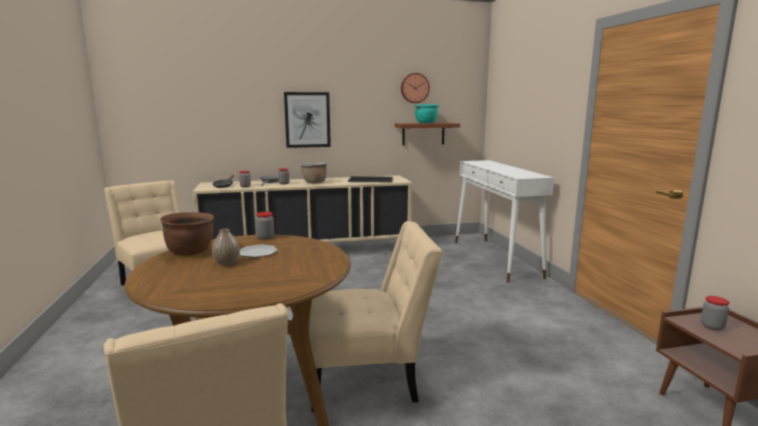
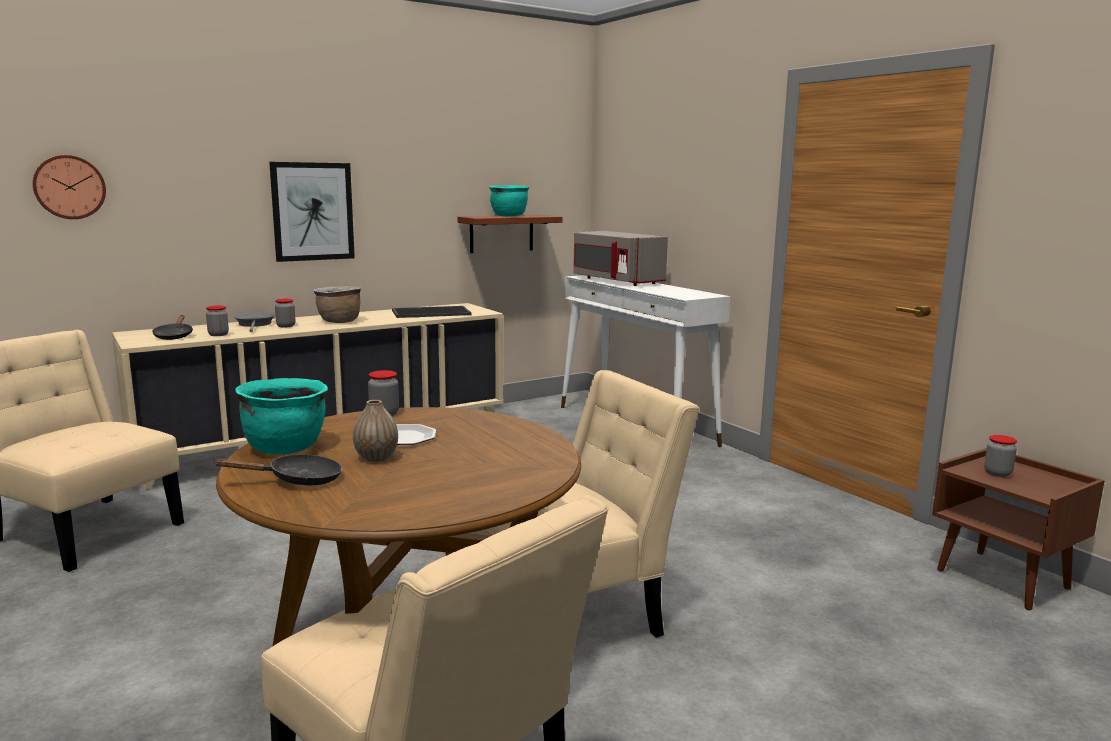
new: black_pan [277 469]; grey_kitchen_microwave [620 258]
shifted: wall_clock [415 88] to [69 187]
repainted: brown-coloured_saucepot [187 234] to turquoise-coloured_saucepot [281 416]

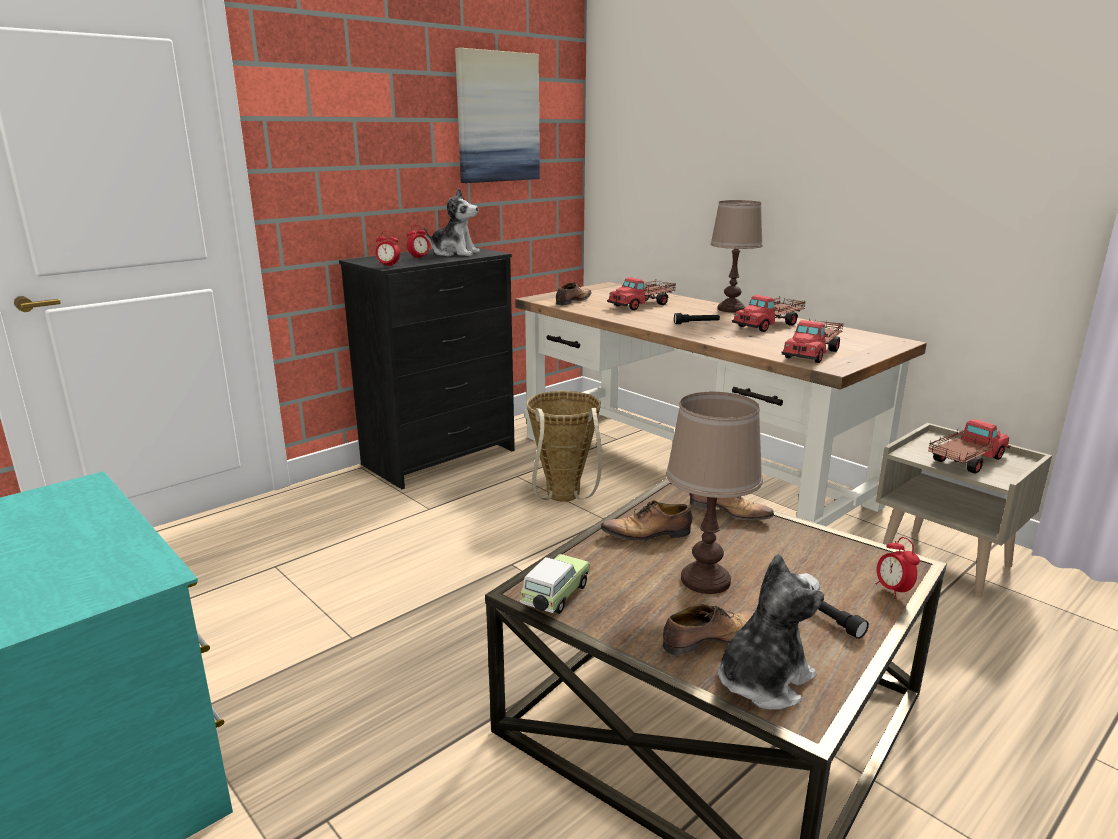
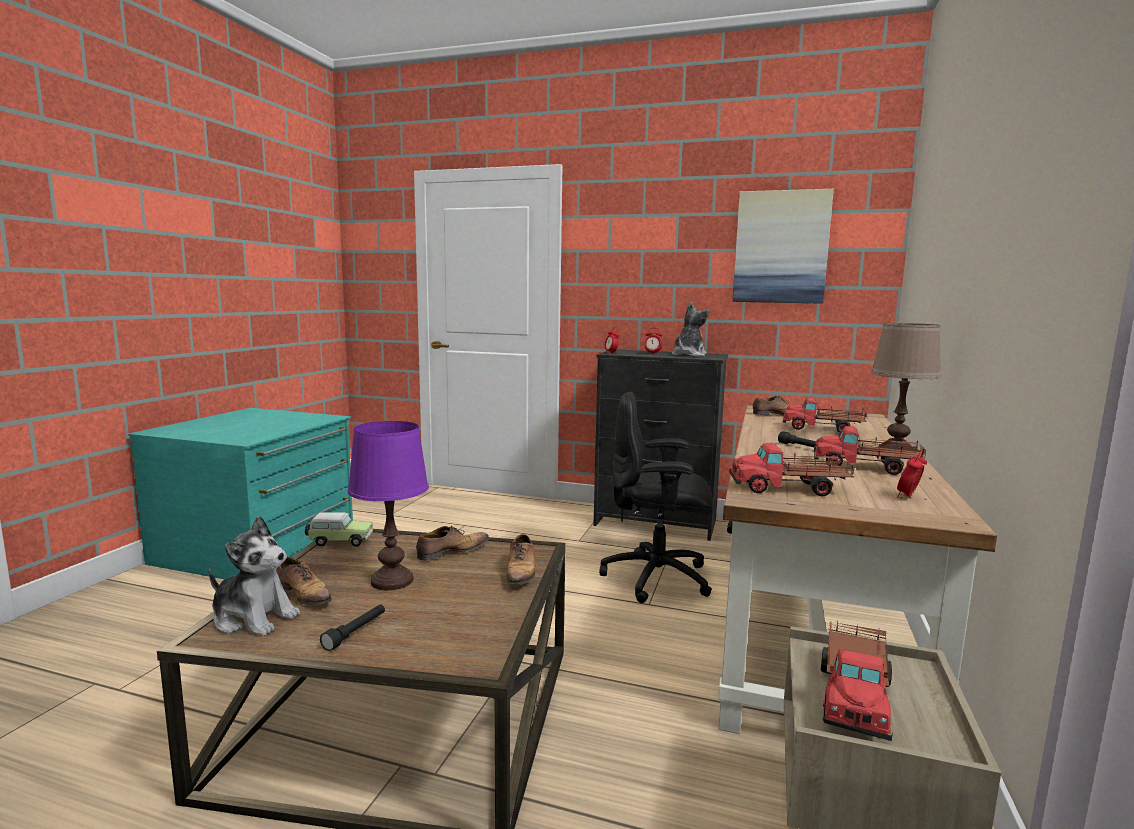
shifted: alarm_clock [898 568] to [912 474]
swapped: storage_basket [564 446] to black_desk_chair [656 497]
repainted: brown-coloured_lamp_for_a_table [714 493] to purple-coloured_lamp_for_a_table [388 505]
rotated: item_of_footwear [646 520] = [452 543] 90 degrees clockwise; cuddly_toy [451 222] = [691 329] 135 degrees counterclockwise; model_truck [969 446] = [857 681] 90 degrees clockwise

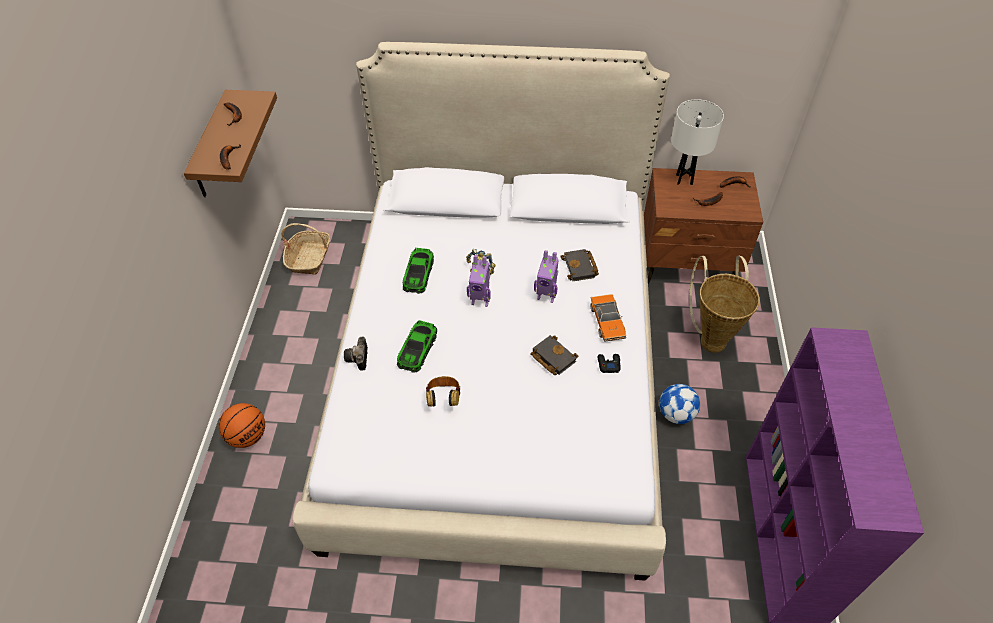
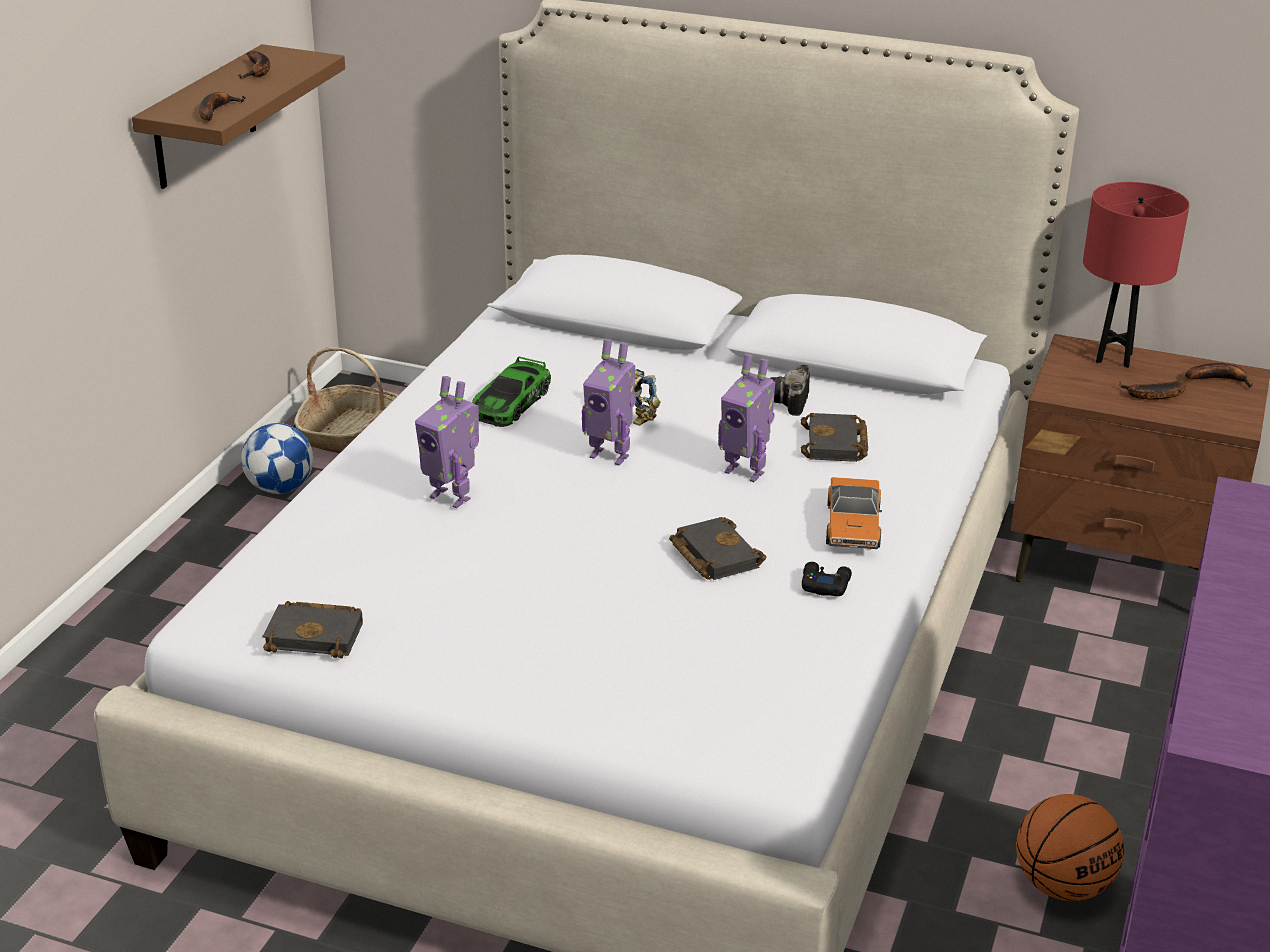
gone: headphones [443 391]; storage_basket [724 304]
new: black_volume [312 629]
shifted: ball_for_football [679 404] to [277 458]; photo_camera [356 354] to [790 390]; basketball_ball [242 425] to [1070 847]
swapped: model_car [417 346] to model_robot [447 442]
repainted: white_lamp_for_a_table [697 142] to red_lamp_for_a_table [1136 275]

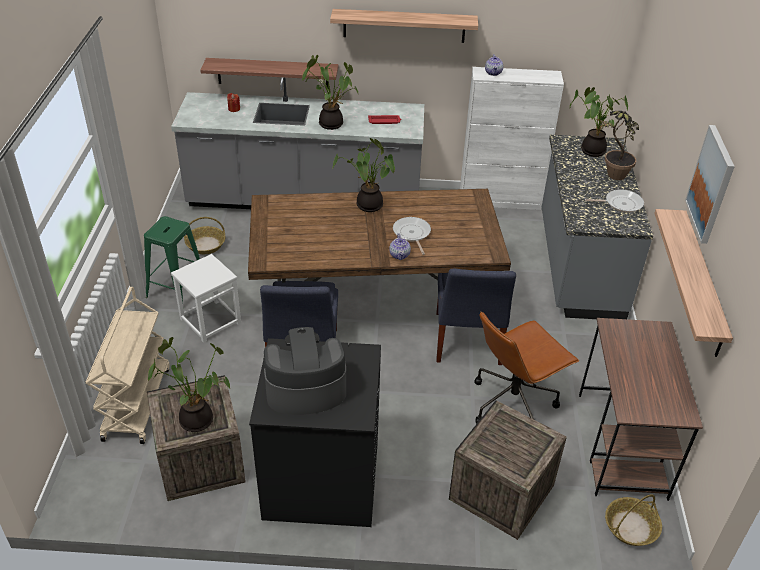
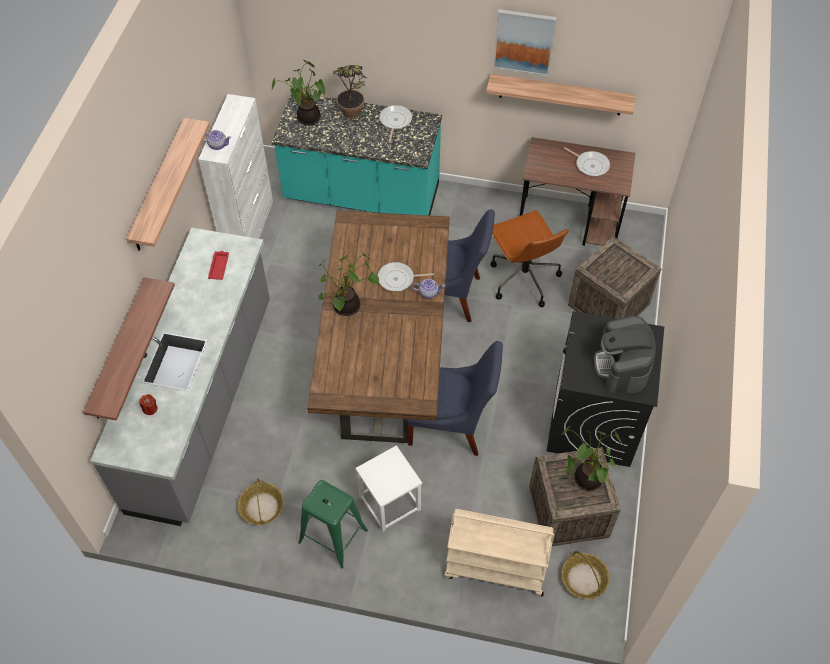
gone: plant_in_a_pot [330 92]
new: pan [587 161]
shifted: storage_basket [633 520] to [585 575]
repainted: grey_counter [597 227] to turquoise-coloured_counter [357 154]

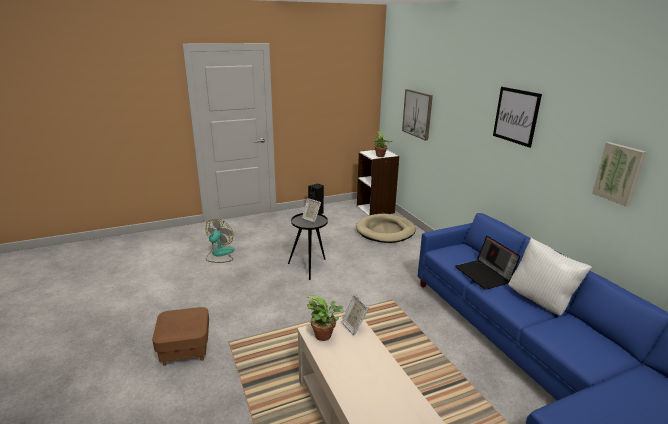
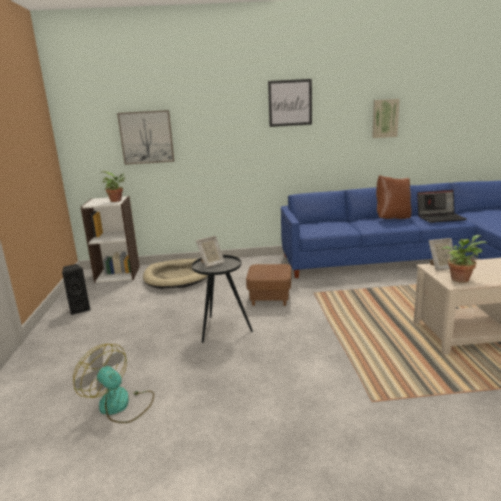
shifted: brown-coloured_footrest [180 336] to [269 285]; laptop [487 263] to [442 206]
repainted: white_throw_pillow [550 277] to brown-coloured_throw_pillow [394 197]

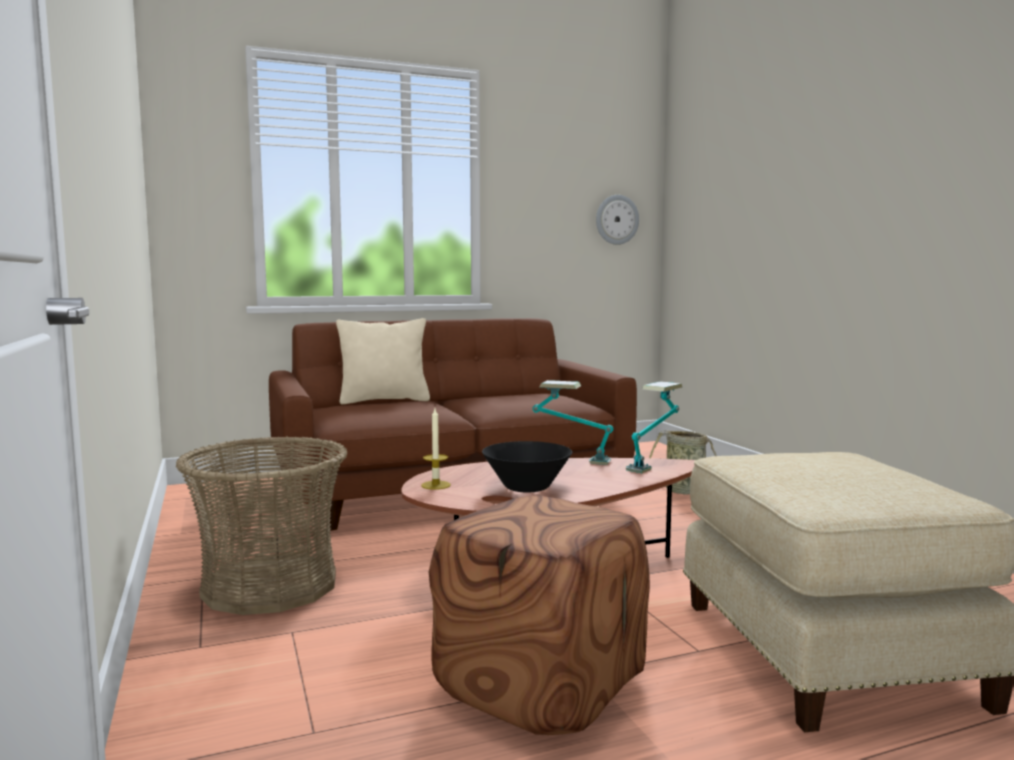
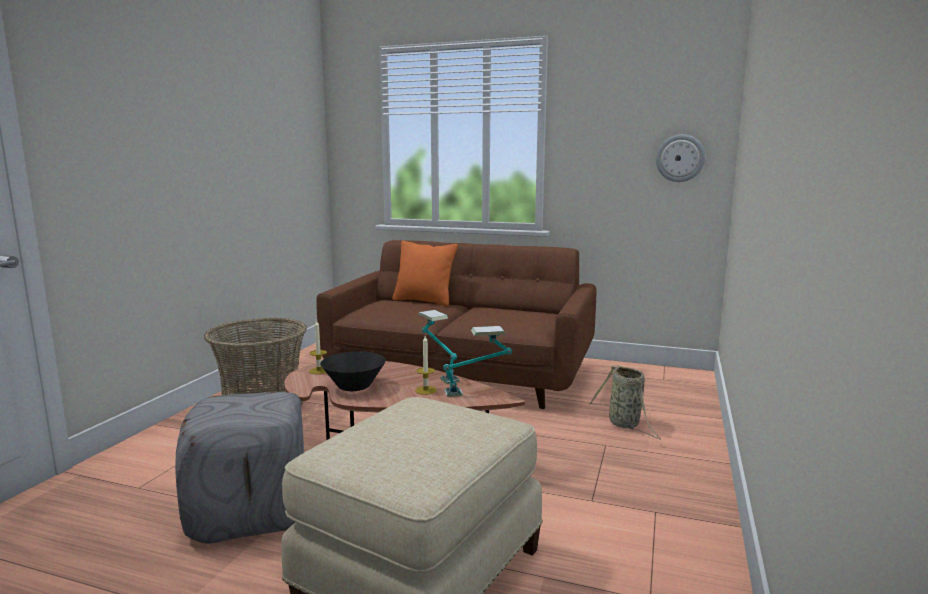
new: wax_light [426 365]
repainted: brown-coloured_footrest [539 615] to grey_footrest [239 468]; sand-coloured_throw_pillow [383 361] to orangey_throw_pillow [425 273]

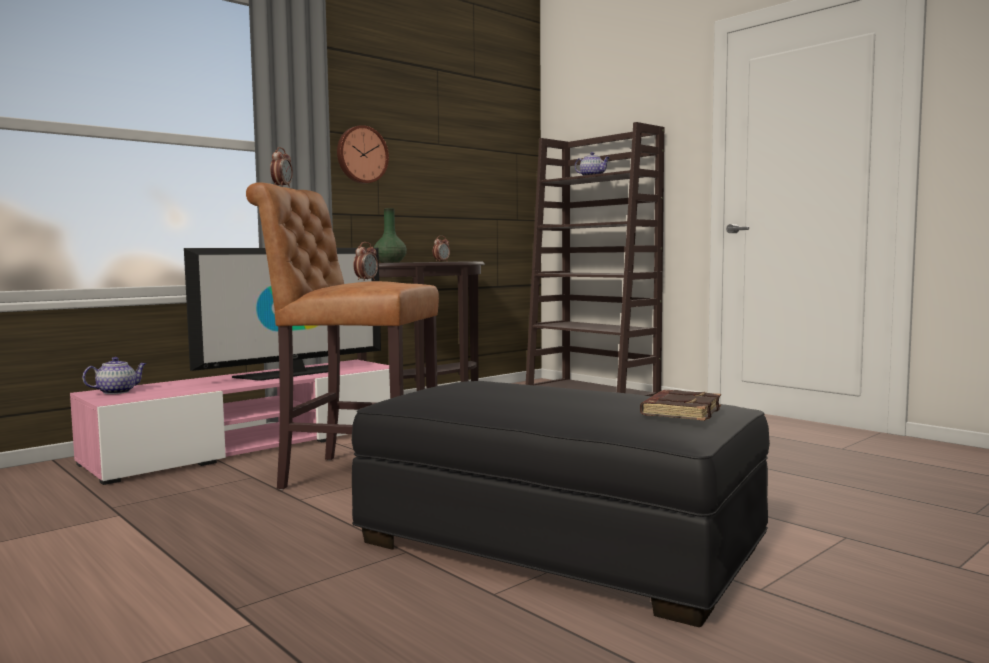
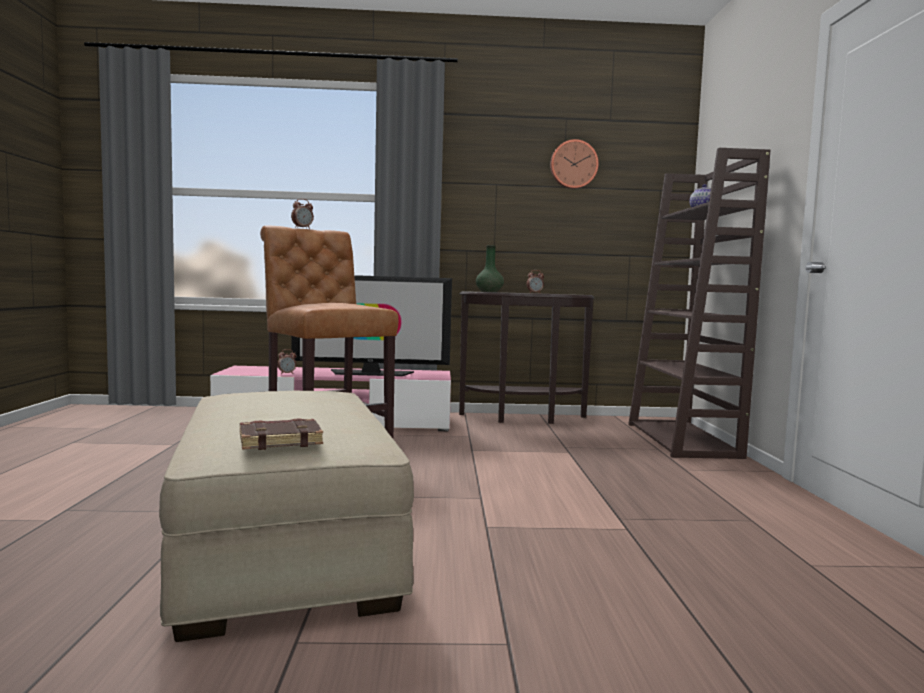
gone: pot_for_tea [115 375]
shifted: alarm_clock [365 261] to [287 361]; wall_clock [363 154] to [574 164]
repainted: black_footrest [561 504] to sand-coloured_footrest [286 516]

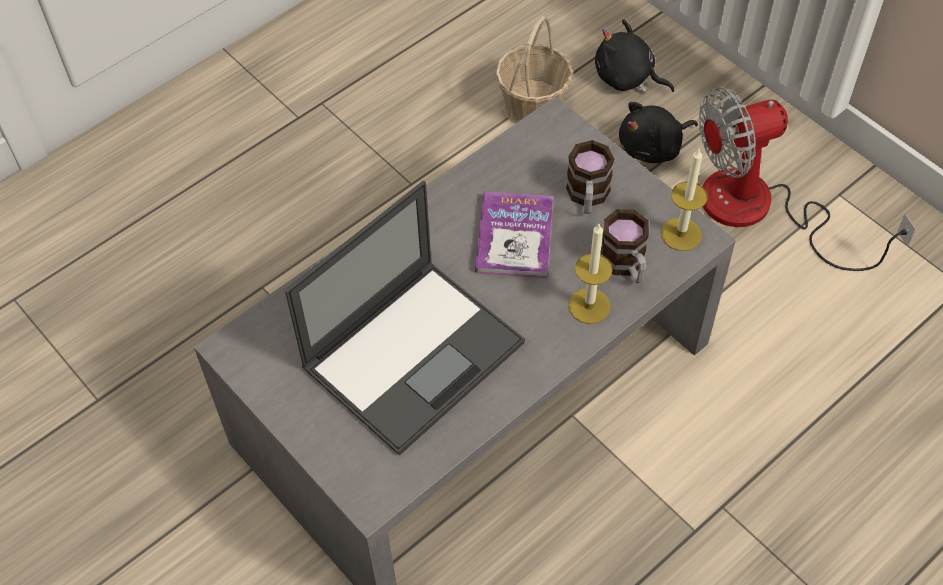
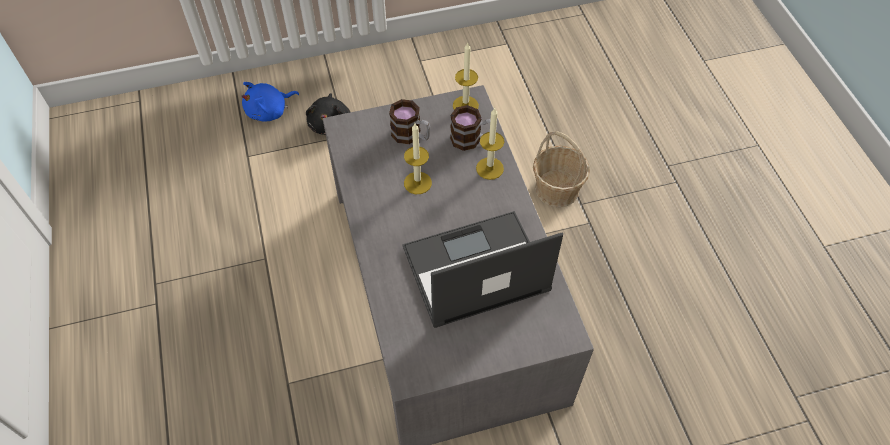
gone: fan [807 178]
shifted: storage_basket [534 70] to [561 169]
swapped: volume [514 234] to wax_light [418 158]
repainted: black_cuddly_toy [634 56] to bluish_cuddly_toy [270 102]
rotated: laptop [405 318] = [482 269] 90 degrees counterclockwise

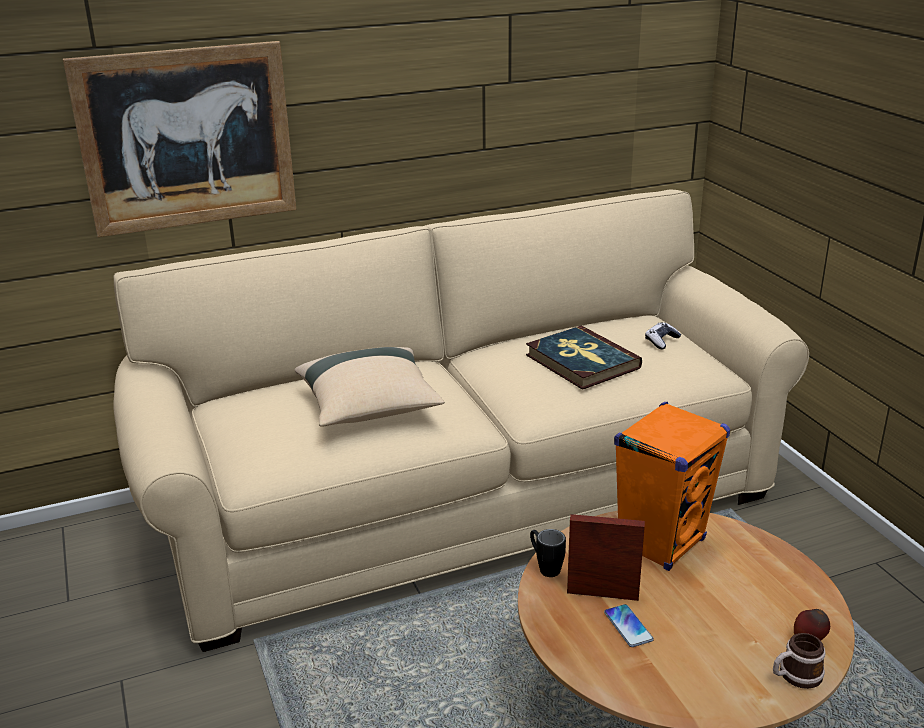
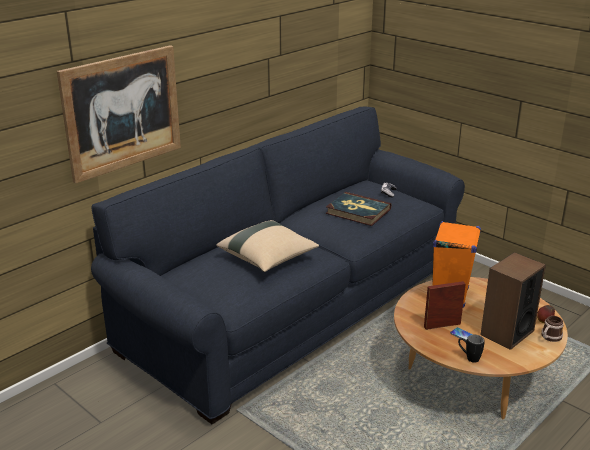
new: audio_speaker [513 301]
shifted: black_coffee_mug [548 553] to [471 349]
repainted: sand-coloured_sofa [461 420] to bluish_sofa [278 265]

